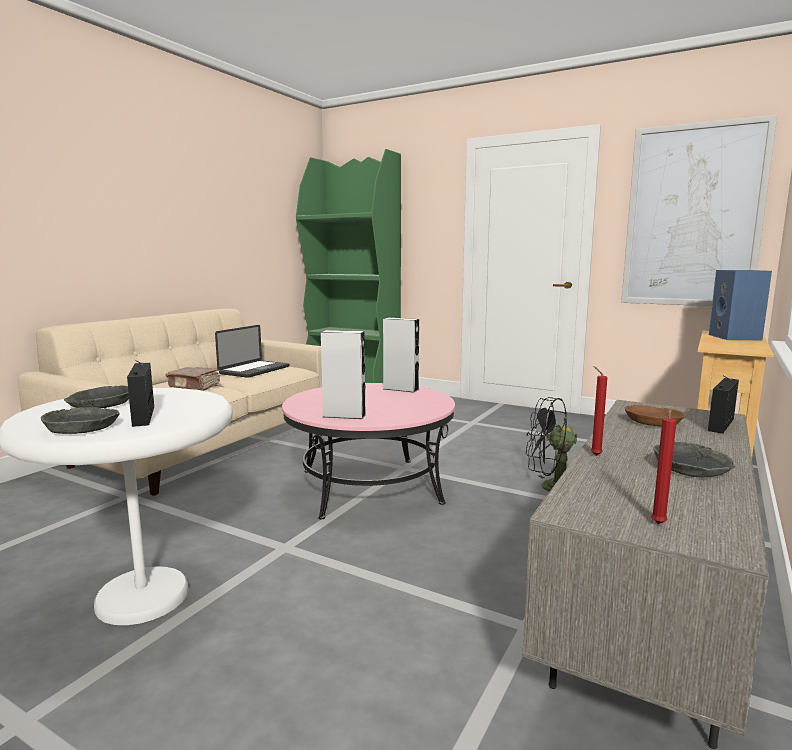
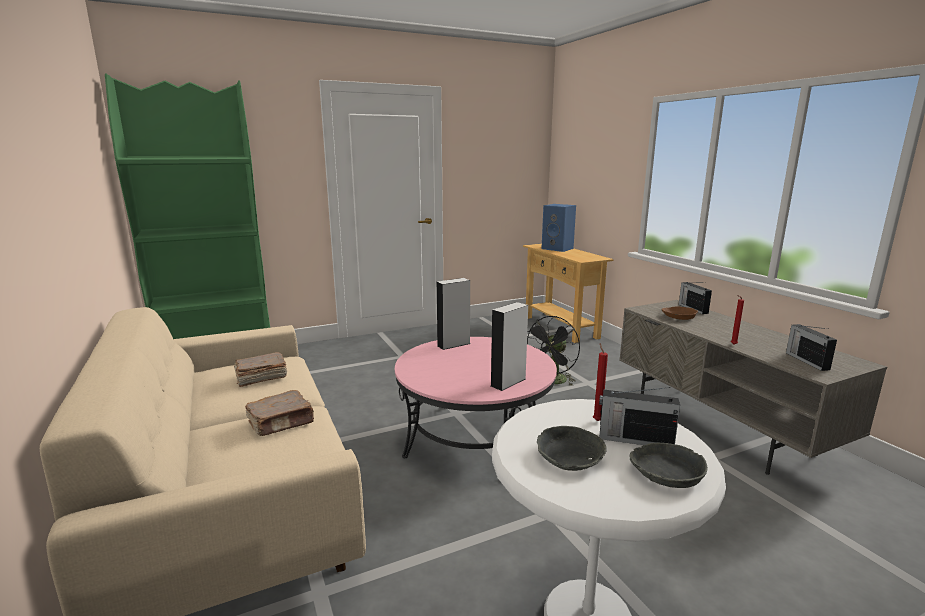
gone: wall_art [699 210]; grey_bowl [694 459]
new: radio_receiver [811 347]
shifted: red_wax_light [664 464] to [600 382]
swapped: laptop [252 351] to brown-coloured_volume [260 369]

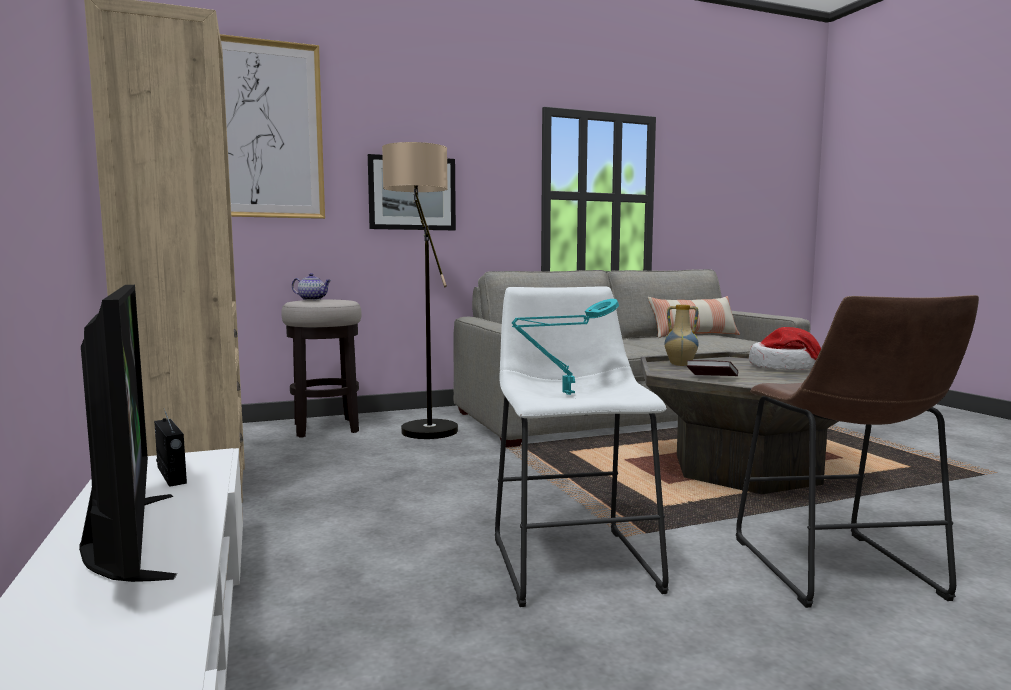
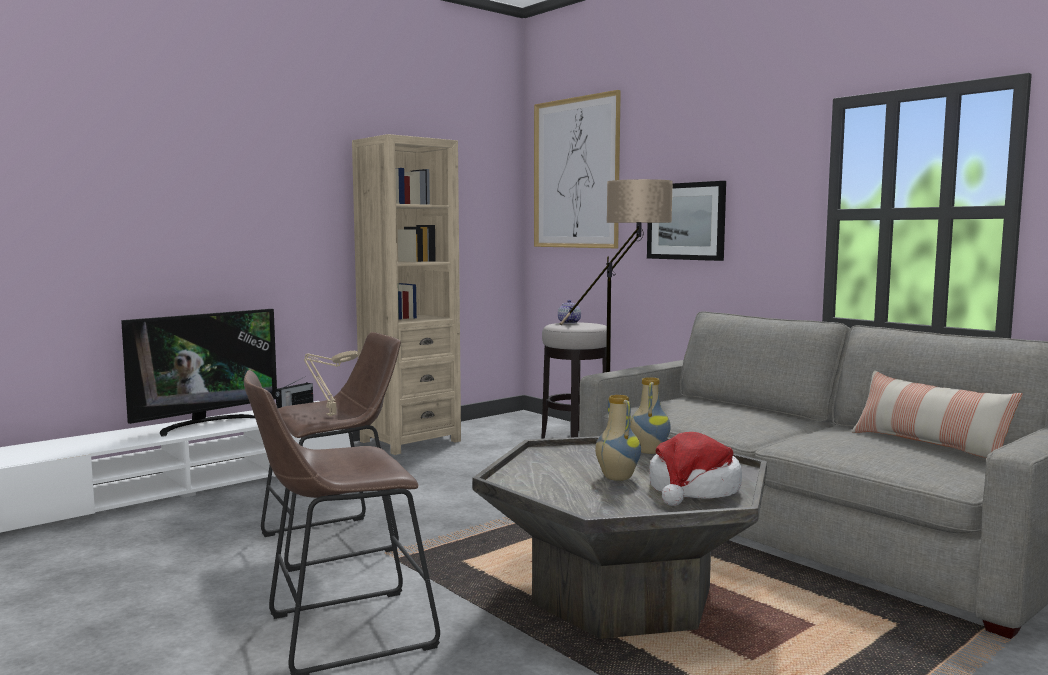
gone: volume [712 368]
new: decorative_vase [618 438]
repainted: white_stool [582 446] to brown-coloured_stool [331 452]; turquoise-coloured_lamp_for_a_table [565 347] to sand-coloured_lamp_for_a_table [331 383]

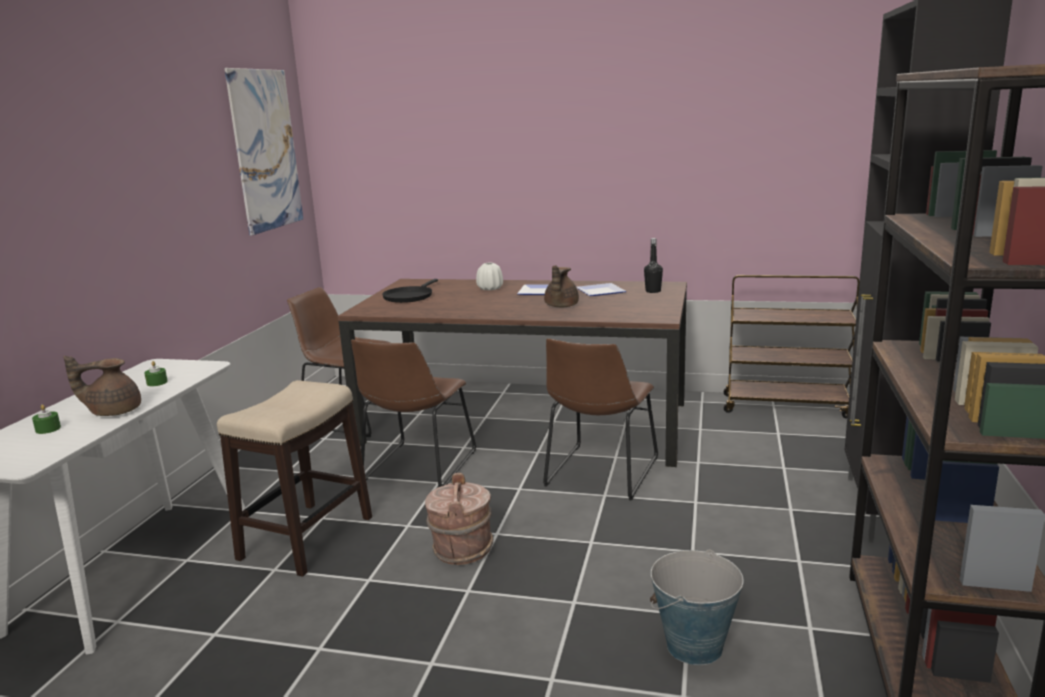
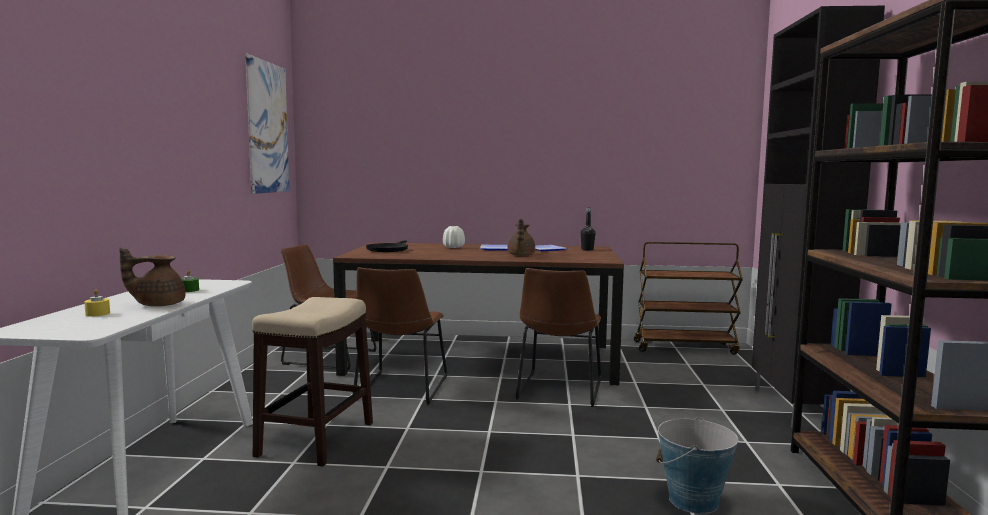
gone: brown-coloured_water_bucket [459 519]
repainted: greenish_wax_light [46 419] to yellow-coloured_wax_light [97 303]

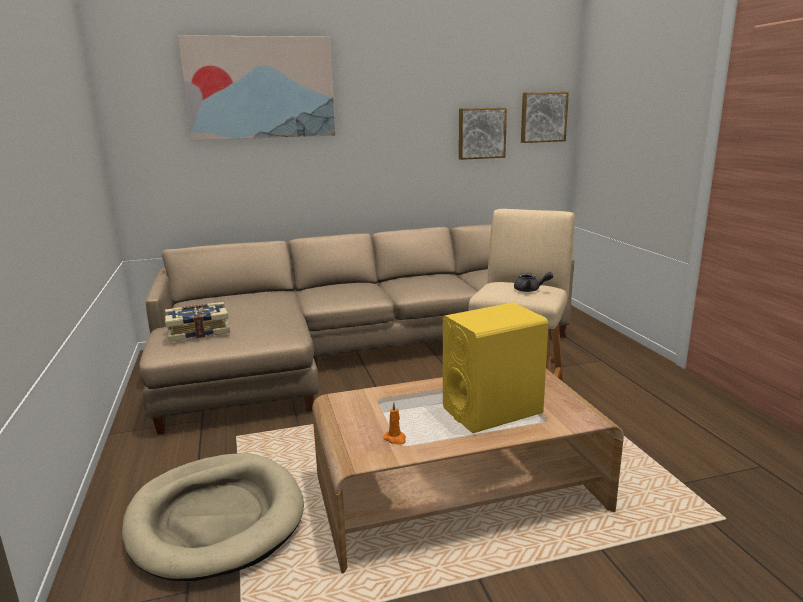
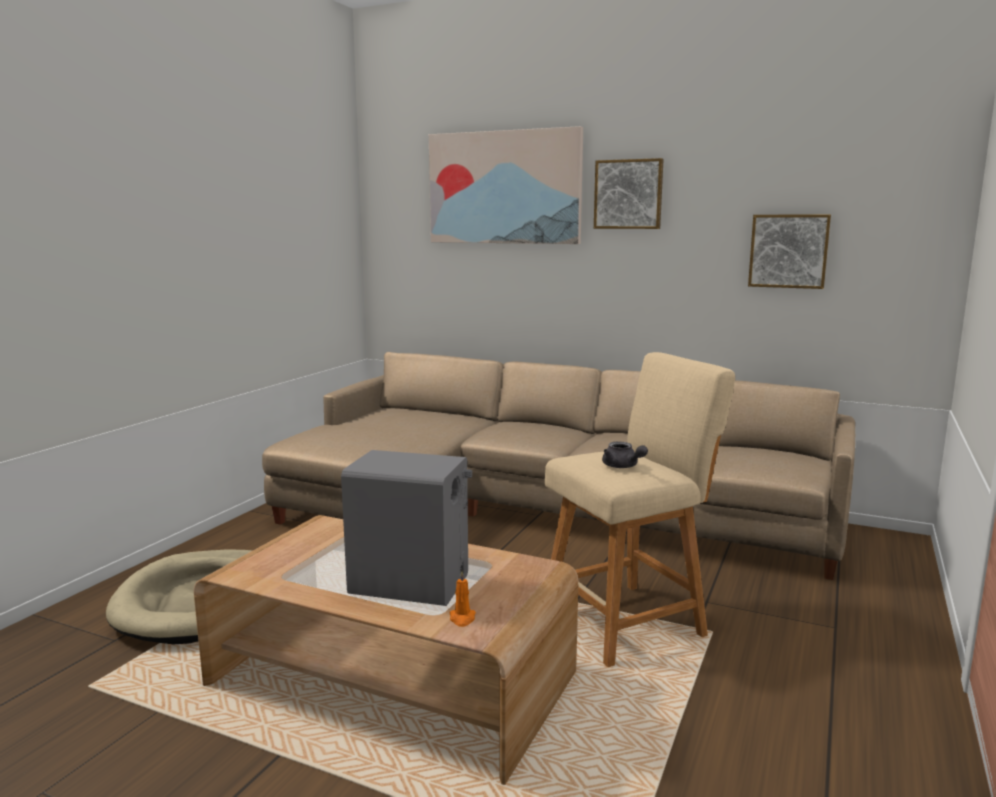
gone: volume [197 322]
shifted: orangey_wax_light [394 424] to [463 599]; wall_art [545 117] to [629 193]
repainted: yellow-coloured_audio_speaker [495 367] to grey_audio_speaker [406 528]

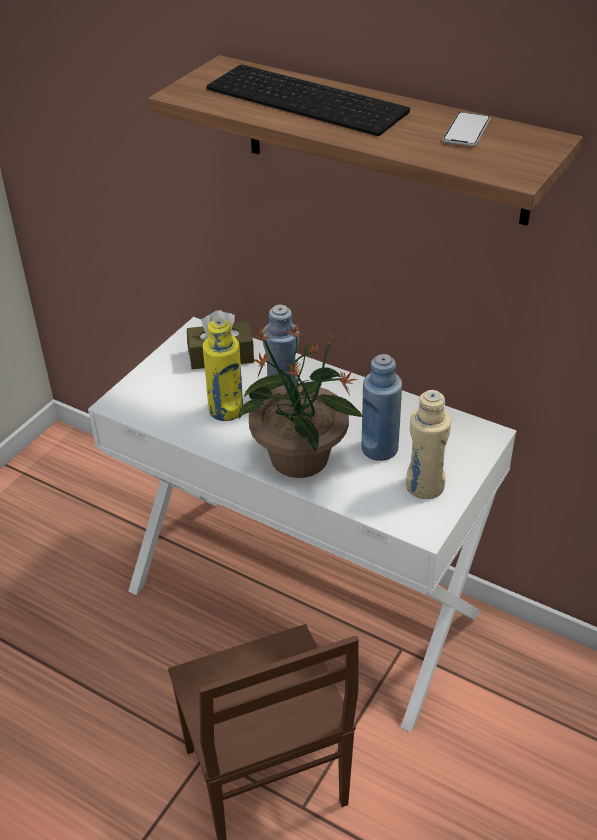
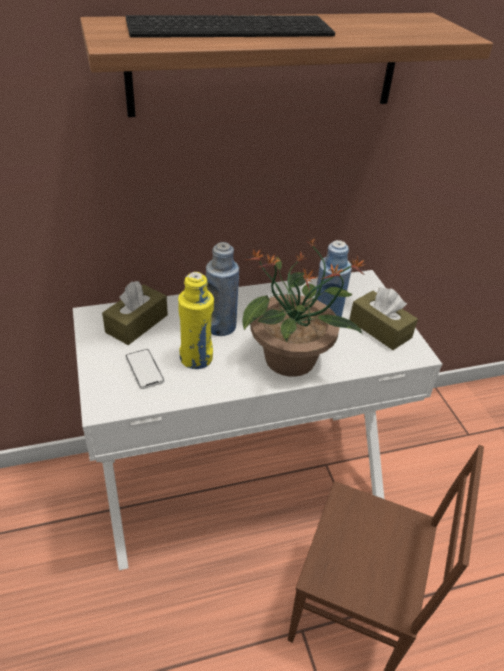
shifted: telephone [466 129] to [145 369]
swapped: sand-coloured_bottle [428 444] to brown-coloured_box_of_tissues [383 319]

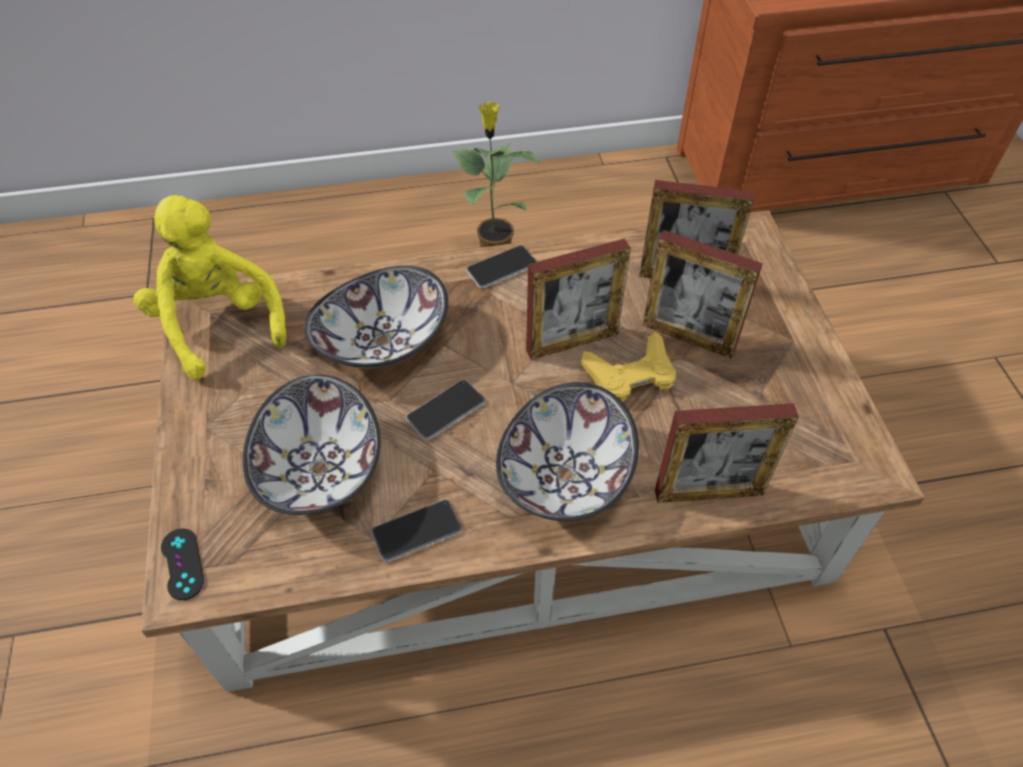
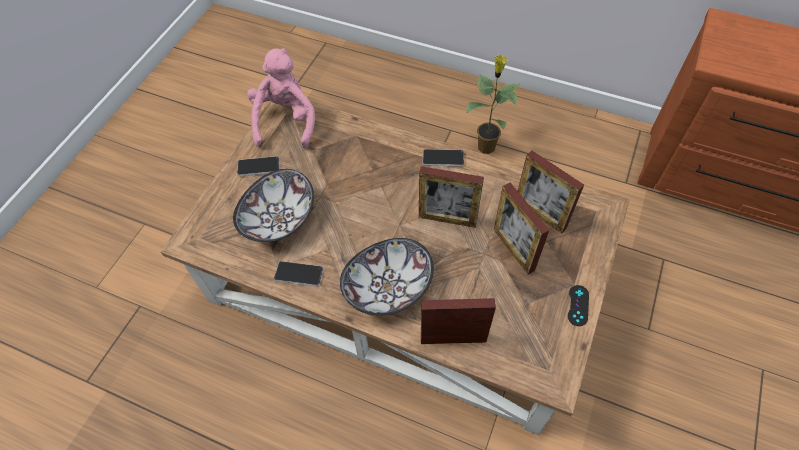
gone: bowl [376 317]; yellow-coloured_gamepad [628 366]
shifted: telephone [445 410] to [258 166]; black_gamepad [182 564] to [578 305]
repainted: yellow-coloured_cuddly_toy [210 287] to pink_cuddly_toy [281 98]
rotated: picture_frame [727 453] = [458 321] 150 degrees clockwise

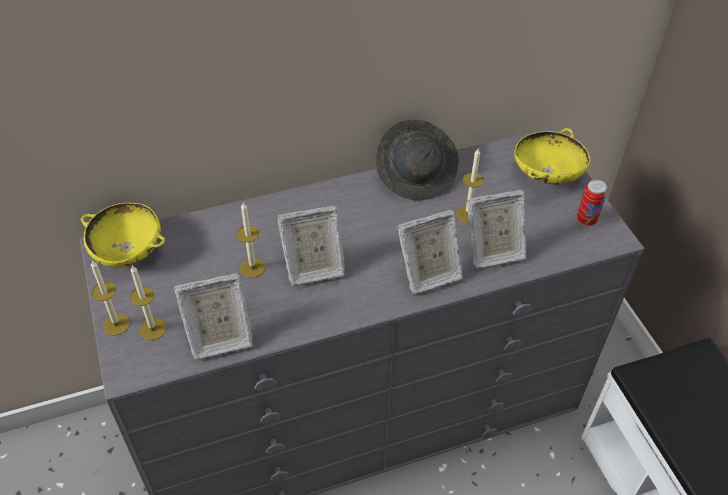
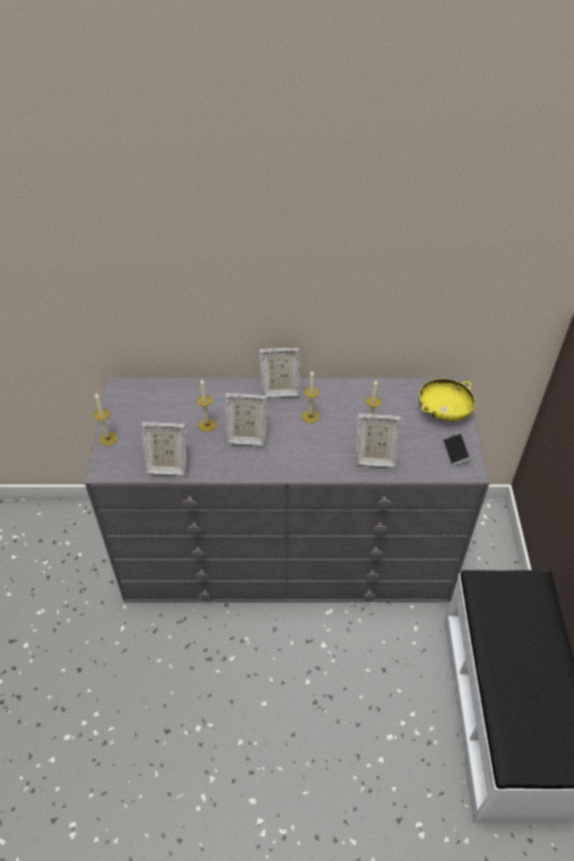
gone: yellow-coloured_bowl [123 235]; grey_wearable_hat [417 160]
shifted: picture_frame [430 251] to [279 373]; wax_light [148 303] to [310 397]
swapped: metal_can [592 203] to telephone [456 449]

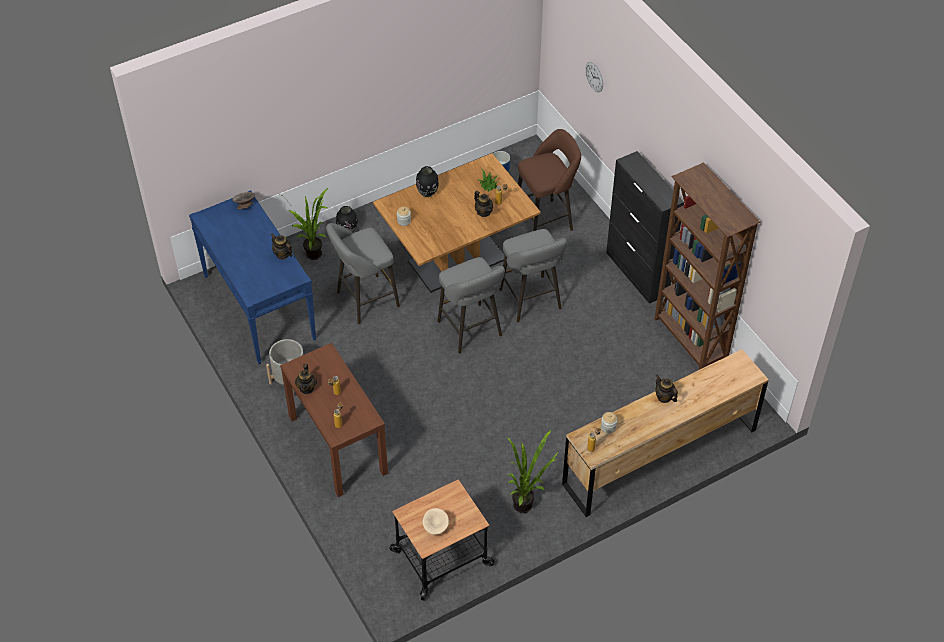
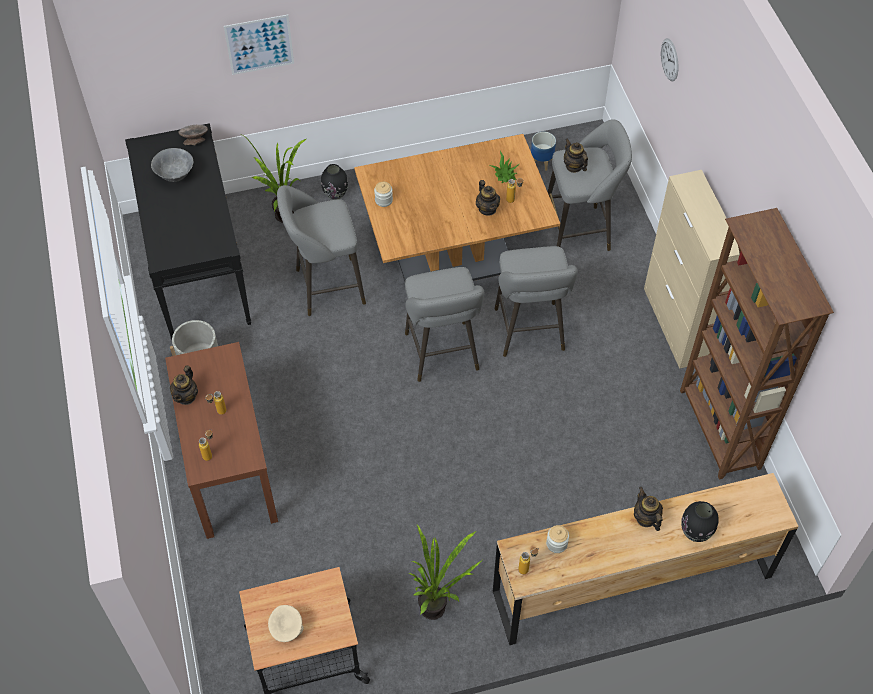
new: grey_bowl [172 165]; wall_art [259 45]
shifted: pot_for_tea [282 246] to [576 155]; black_decorative_vase [427 181] to [700 521]
repainted: bluish_narrow_table [253 277] to black_narrow_table [188 231]; brown-coloured_stool [549 180] to grey_stool [590 185]; black_storage_cabinet [645 227] to sand-coloured_storage_cabinet [692 269]

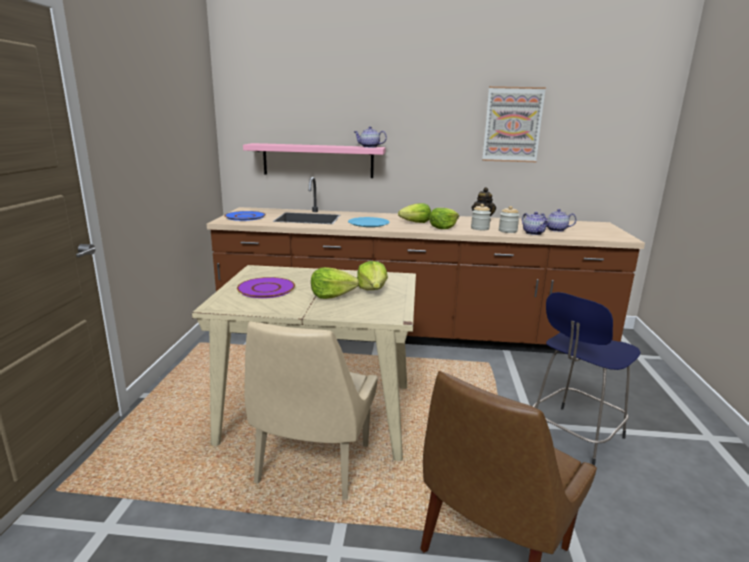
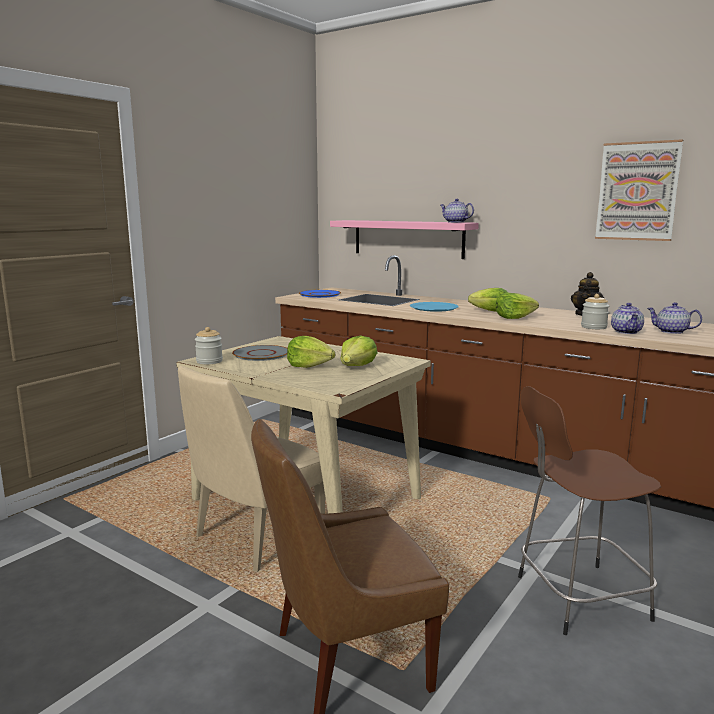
shifted: storage_jar [481 217] to [209 345]
repainted: purple-coloured_dinner_plate [266 287] to grey_dinner_plate [259 353]; bluish_stool [587 379] to brown-coloured_stool [589 510]

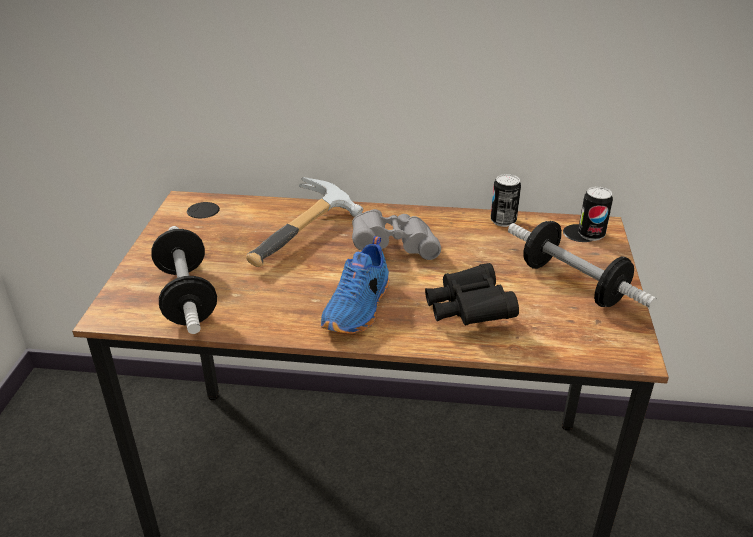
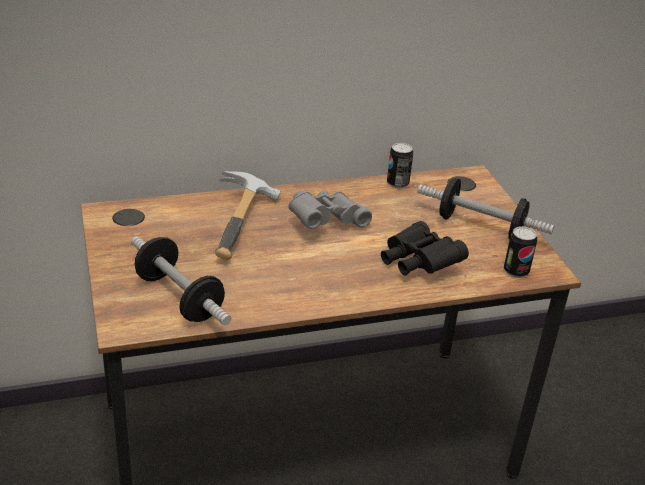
gone: bluish_item_of_footwear [355 285]
shifted: metal_can [595 213] to [520 252]

